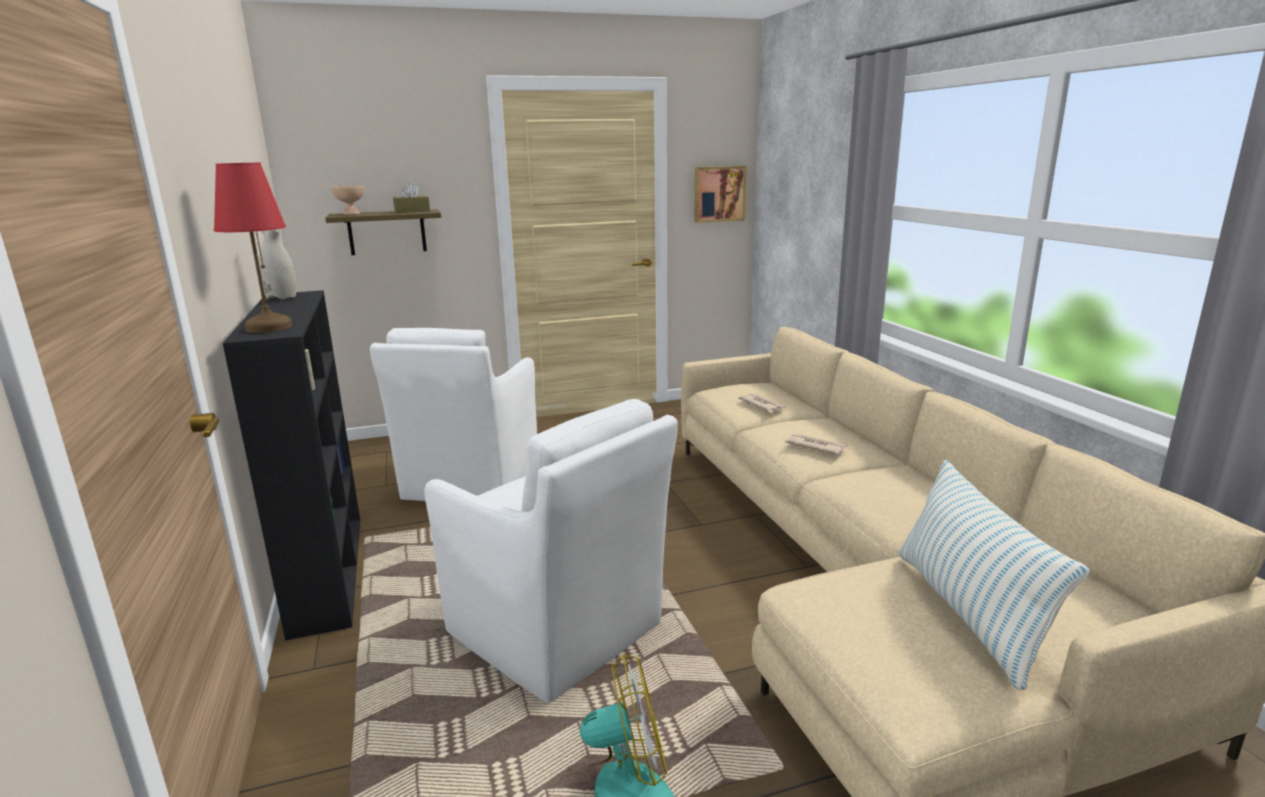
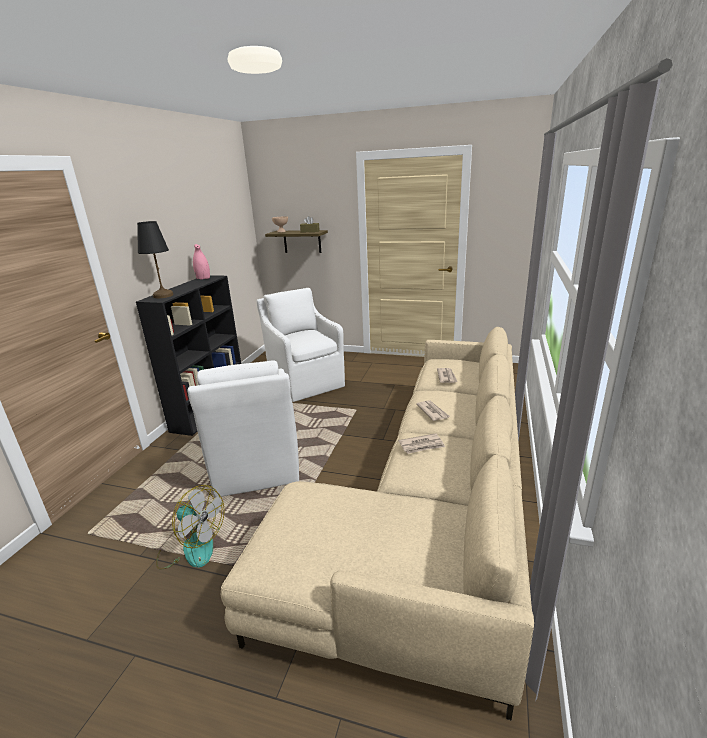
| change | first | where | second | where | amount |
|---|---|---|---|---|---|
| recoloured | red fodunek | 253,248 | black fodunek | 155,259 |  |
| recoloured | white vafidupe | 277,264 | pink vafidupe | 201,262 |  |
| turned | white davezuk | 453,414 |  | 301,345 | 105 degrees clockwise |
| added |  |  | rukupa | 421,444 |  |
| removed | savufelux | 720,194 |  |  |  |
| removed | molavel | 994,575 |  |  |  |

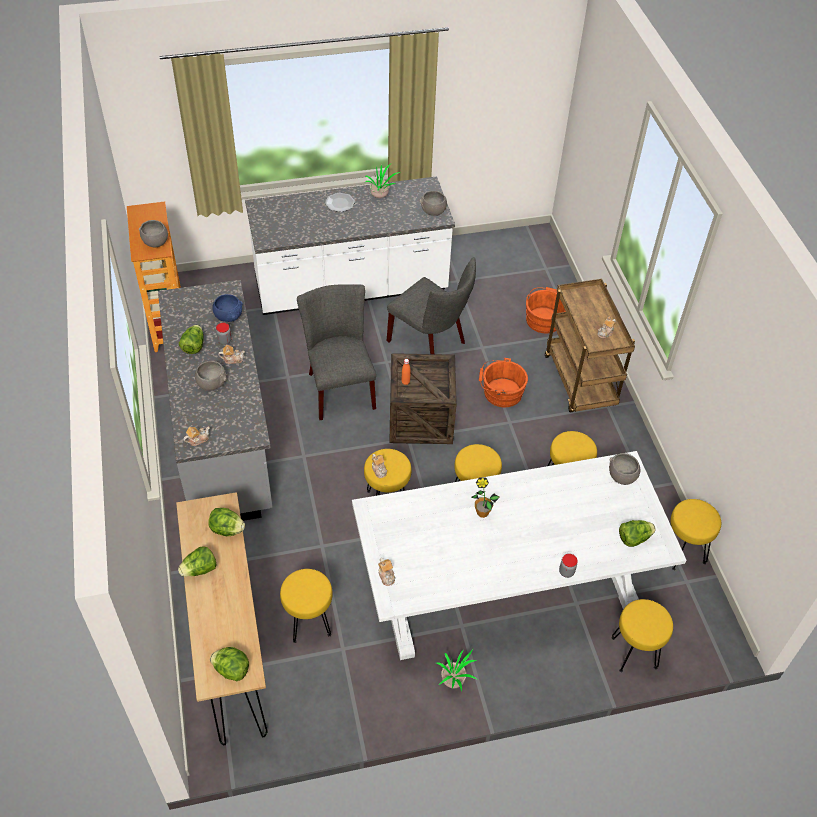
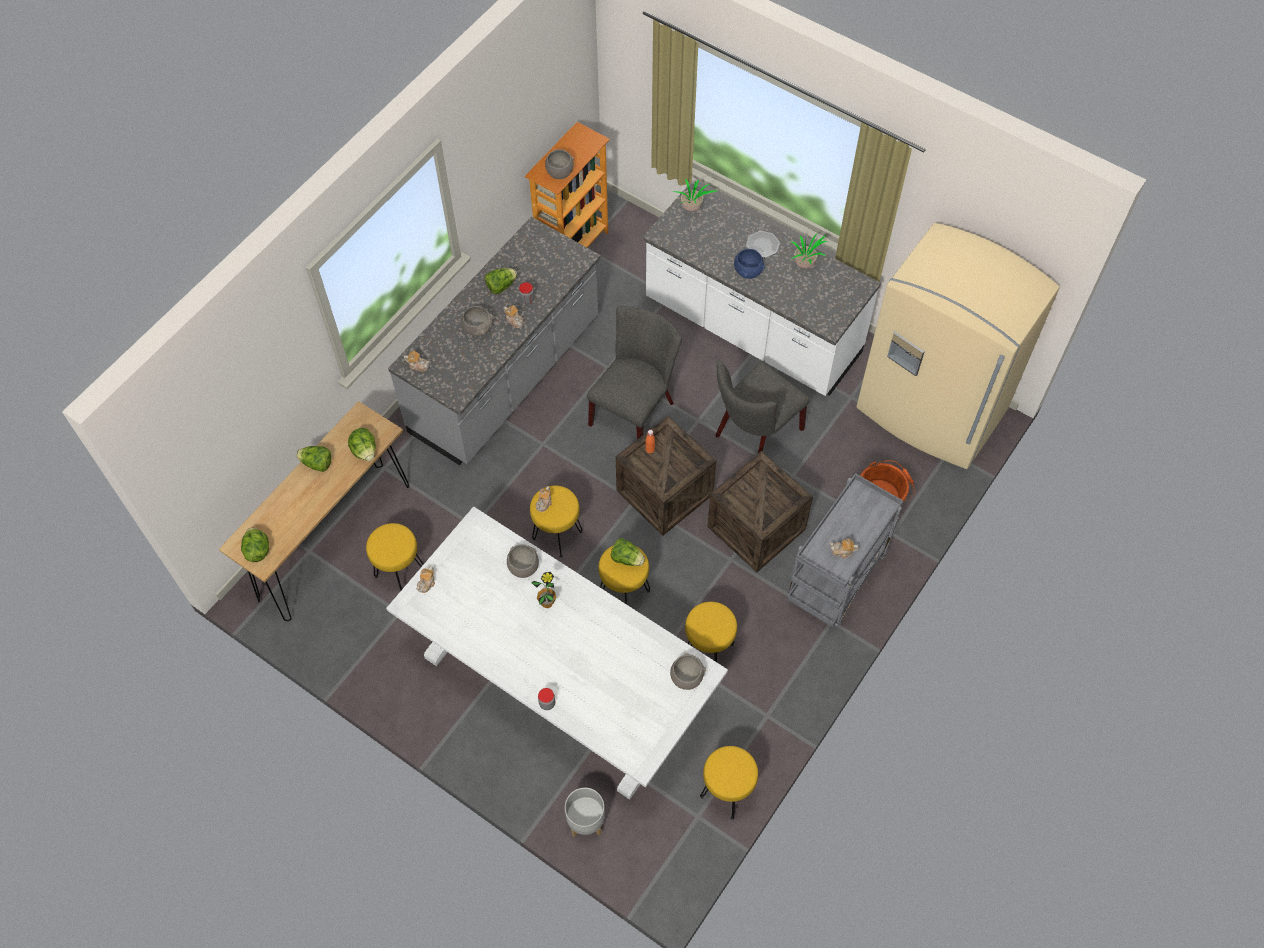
| change | first | where | second | where | amount |
|---|---|---|---|---|---|
| moved | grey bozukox | 433,203 |  | 523,561 |  |
| replaced | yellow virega | 642,635 | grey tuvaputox | 585,812 |  |
| moved | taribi | 637,533 |  | 628,552 |  |
| moved | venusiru | 457,670 |  | 695,195 |  |
| replaced | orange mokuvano | 503,382 | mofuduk | 760,511 |  |
| turned | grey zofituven | 431,305 |  | 763,406 | 45 degrees clockwise |
| moved | blue bozukox | 227,308 |  | 749,264 |  |
| recoloured | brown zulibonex | 590,345 | grey zulibonex | 845,550 |  |
| added |  |  | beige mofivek | 958,346 |  |

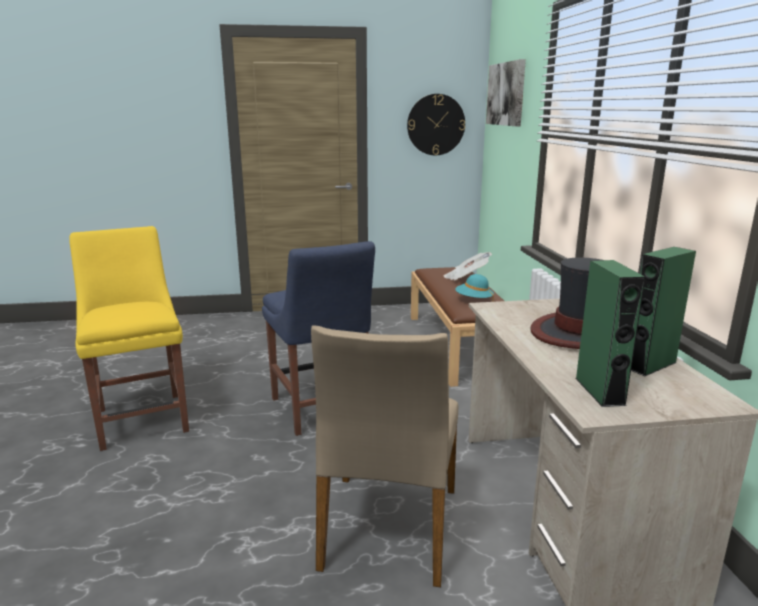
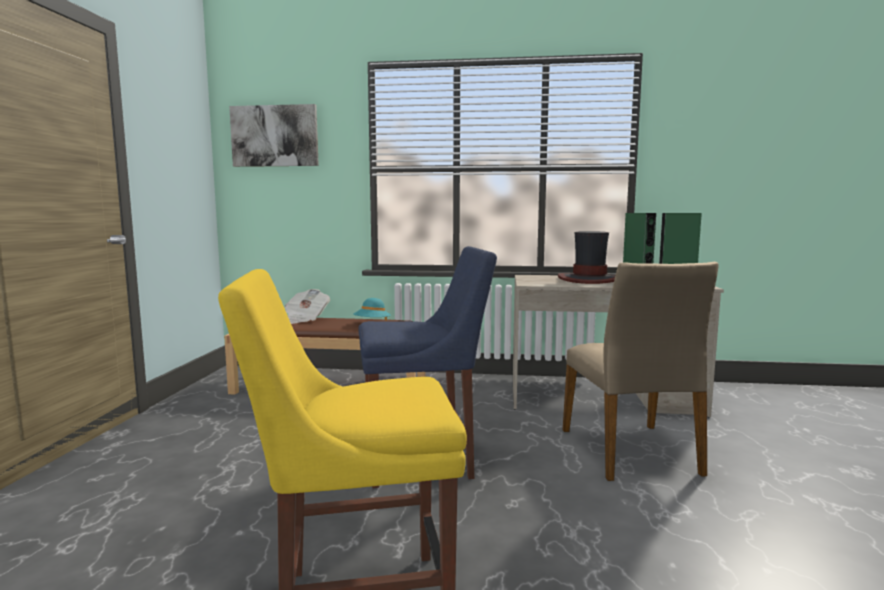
| change | first | where | second | where | amount |
|---|---|---|---|---|---|
| turned | beige zofituven | 384,456 |  | 641,371 | 60 degrees clockwise |
| removed | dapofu | 436,124 |  |  |  |

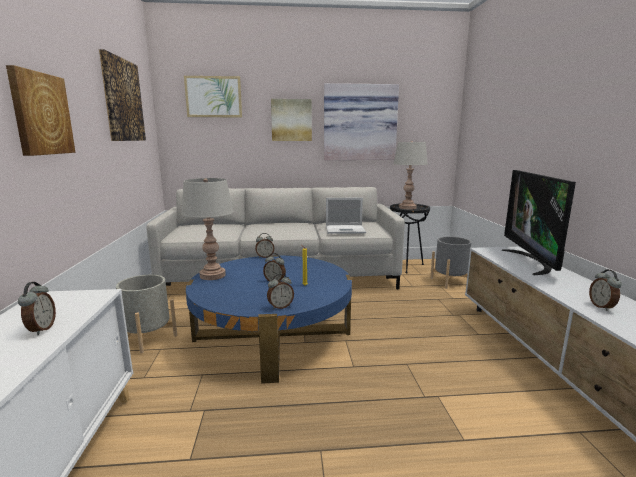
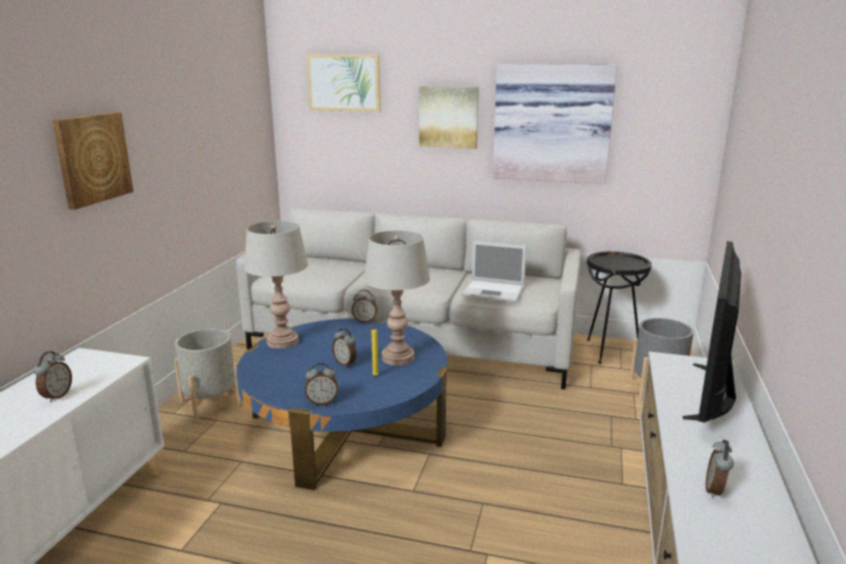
| change | first | where | second | where | amount |
|---|---|---|---|---|---|
| moved | grey fodunek | 410,175 |  | 396,298 |  |
| removed | savufelux | 122,95 |  |  |  |

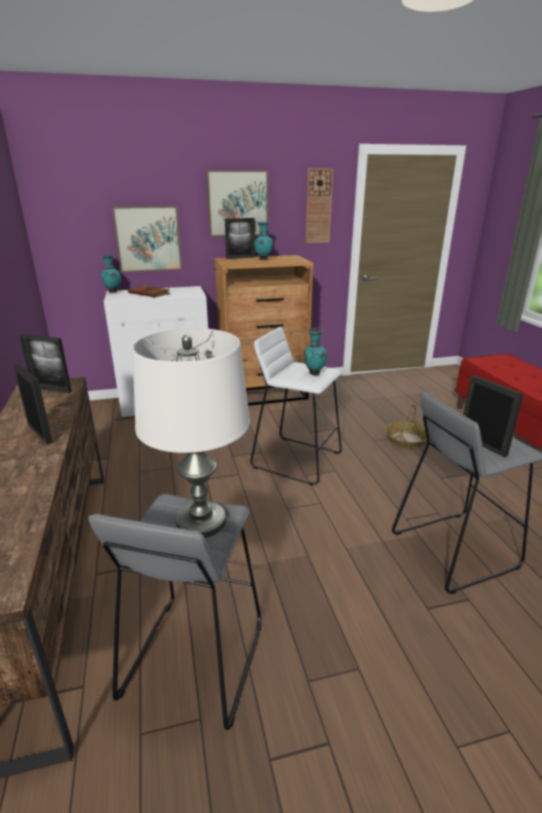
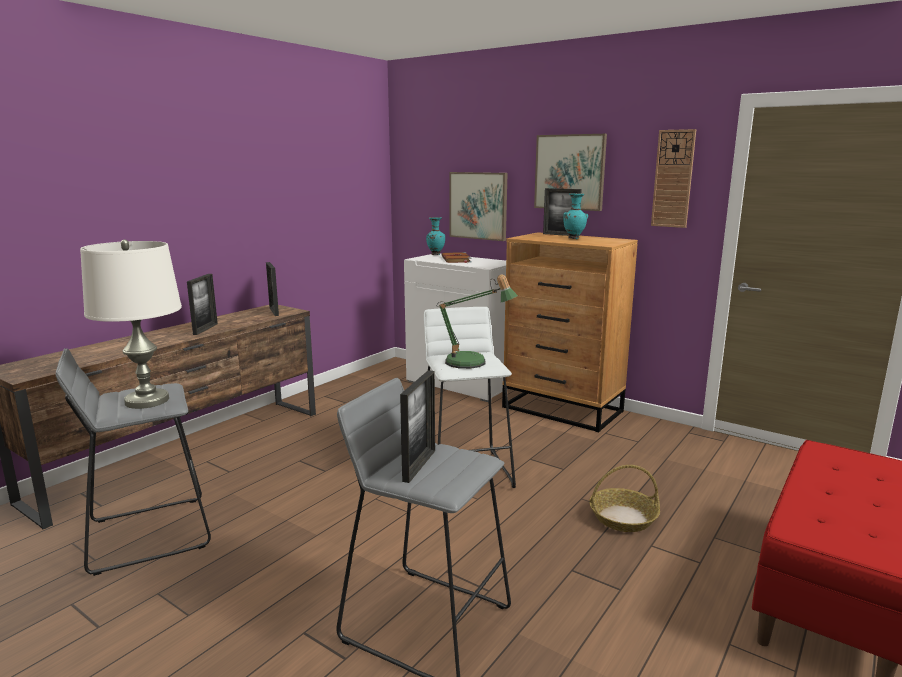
| change | first | where | second | where | amount |
|---|---|---|---|---|---|
| replaced | turquoise vafidupe | 315,351 | fodunek | 478,321 |  |

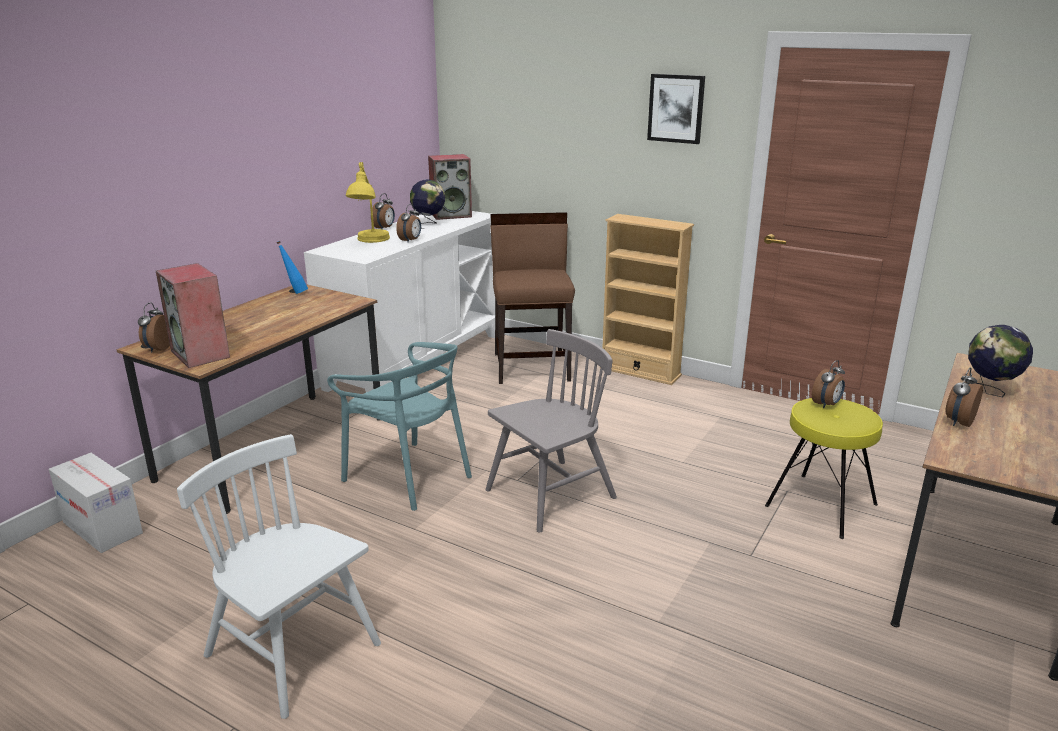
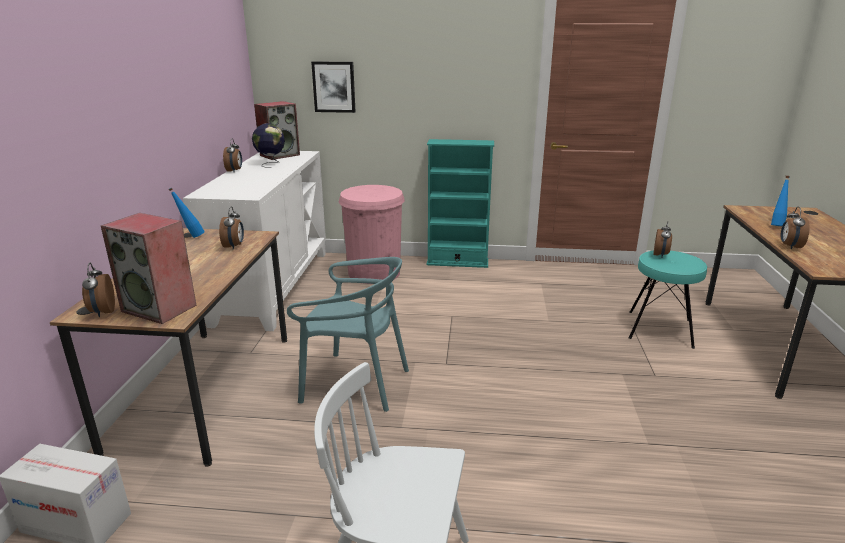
| change | first | where | second | where | amount |
|---|---|---|---|---|---|
| moved | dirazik | 408,223 |  | 231,228 |  |
| moved | savufelux | 676,109 |  | 333,87 |  |
| replaced | brown zofituven | 532,298 | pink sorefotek | 371,234 |  |
| recoloured | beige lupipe | 647,299 | turquoise lupipe | 460,203 |  |
| recoloured | yellow virega | 824,468 | turquoise virega | 668,300 |  |
| replaced | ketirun | 1000,361 | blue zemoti | 780,201 |  |
| removed | yellow fodunek | 367,202 |  |  |  |
| removed | grey zofituven | 551,431 |  |  |  |

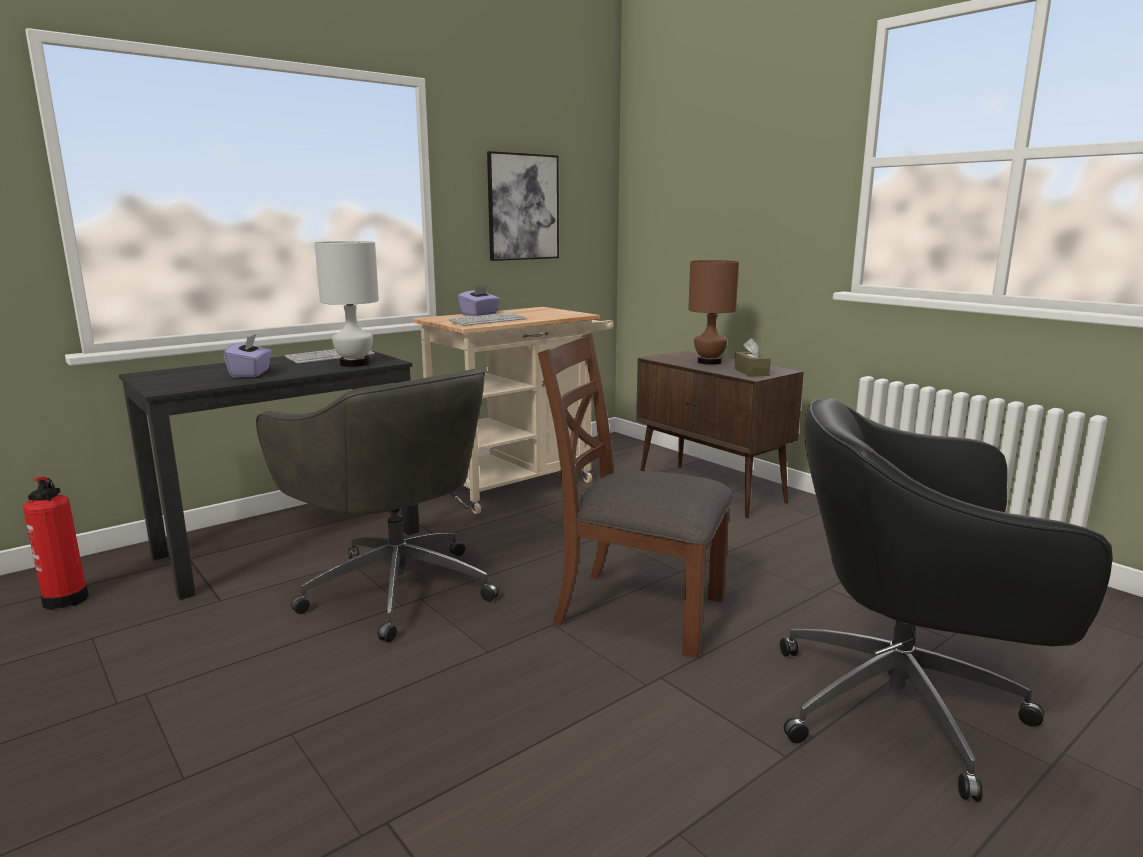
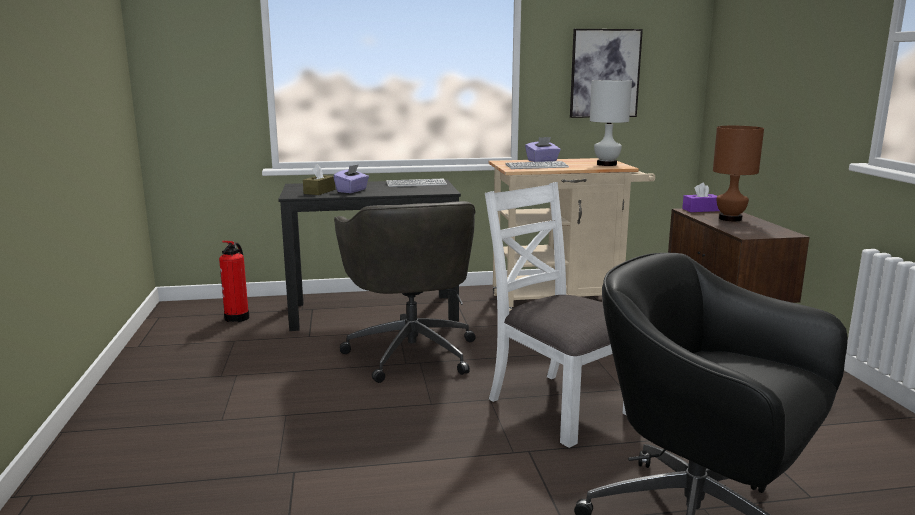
| change | first | where | second | where | amount |
|---|---|---|---|---|---|
| moved | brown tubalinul | 752,357 |  | 319,179 |  |
| recoloured | brown zofituven | 636,495 | white zofituven | 555,315 |  |
| moved | white fodunek | 347,304 |  | 611,123 |  |
| added |  |  | purple tubalinul | 701,197 |  |

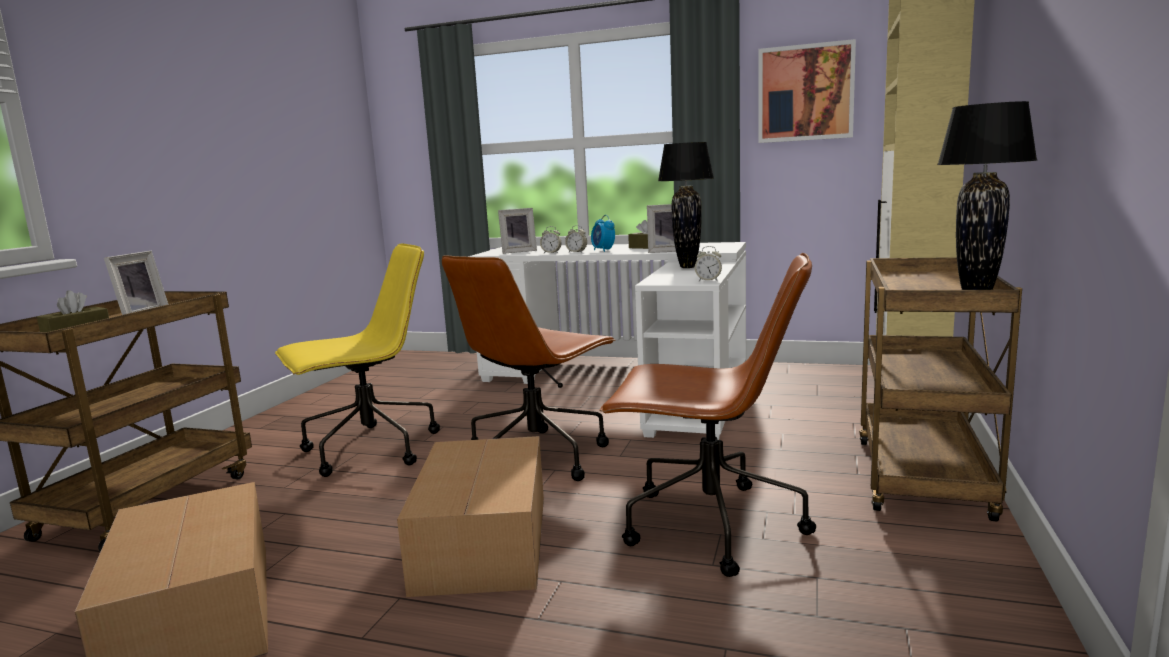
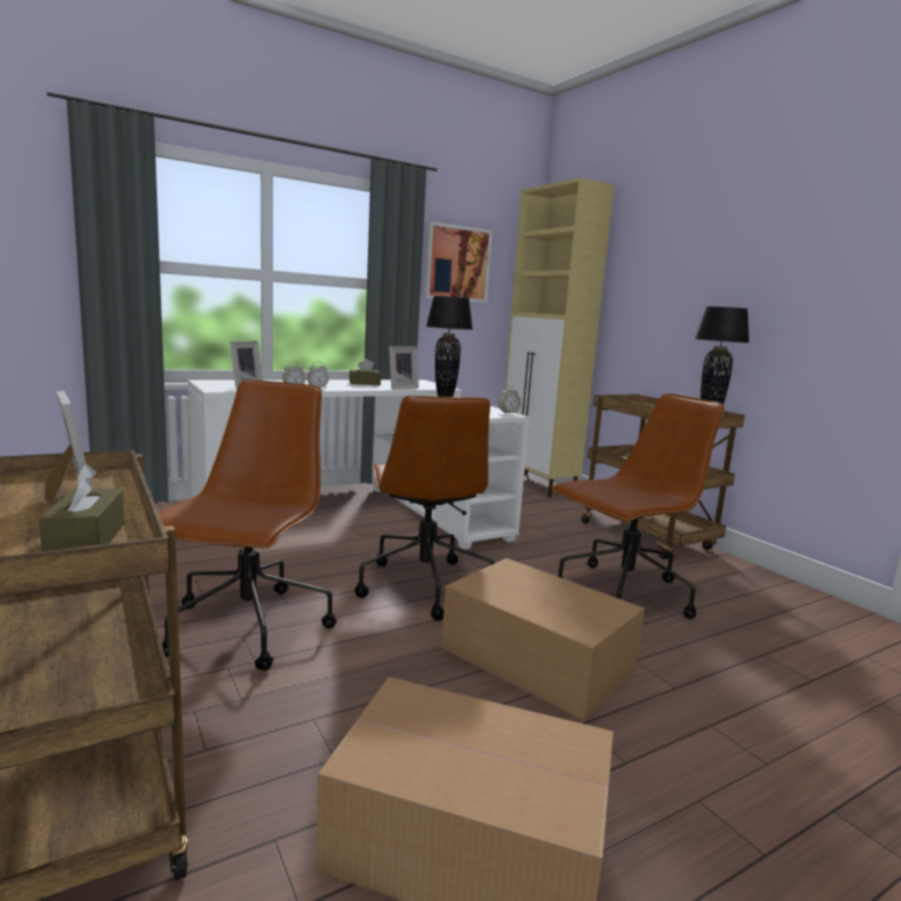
| change | first | where | second | where | amount |
|---|---|---|---|---|---|
| recoloured | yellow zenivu | 357,360 | brown zenivu | 248,525 |  |
| removed | dirazik | 603,233 |  |  |  |

